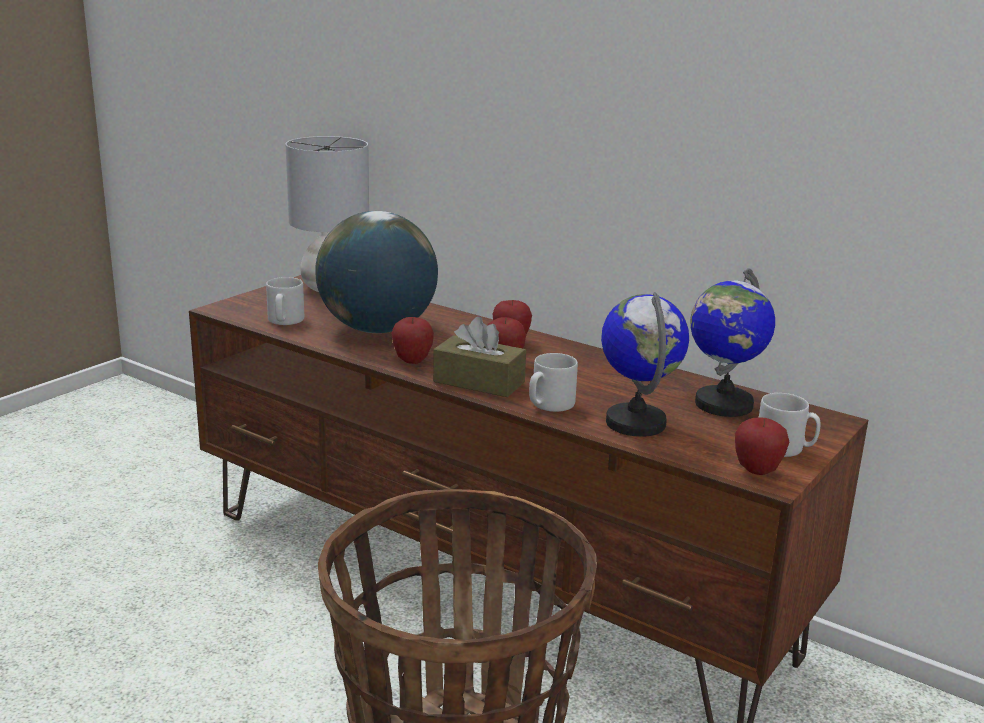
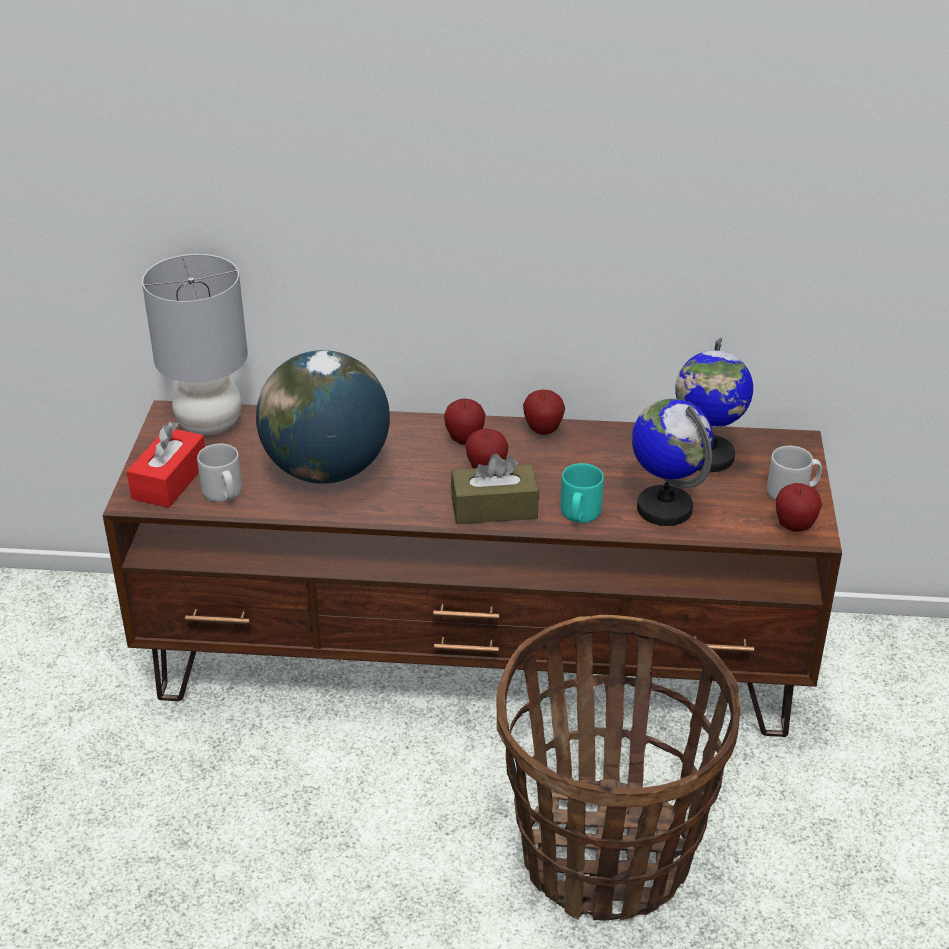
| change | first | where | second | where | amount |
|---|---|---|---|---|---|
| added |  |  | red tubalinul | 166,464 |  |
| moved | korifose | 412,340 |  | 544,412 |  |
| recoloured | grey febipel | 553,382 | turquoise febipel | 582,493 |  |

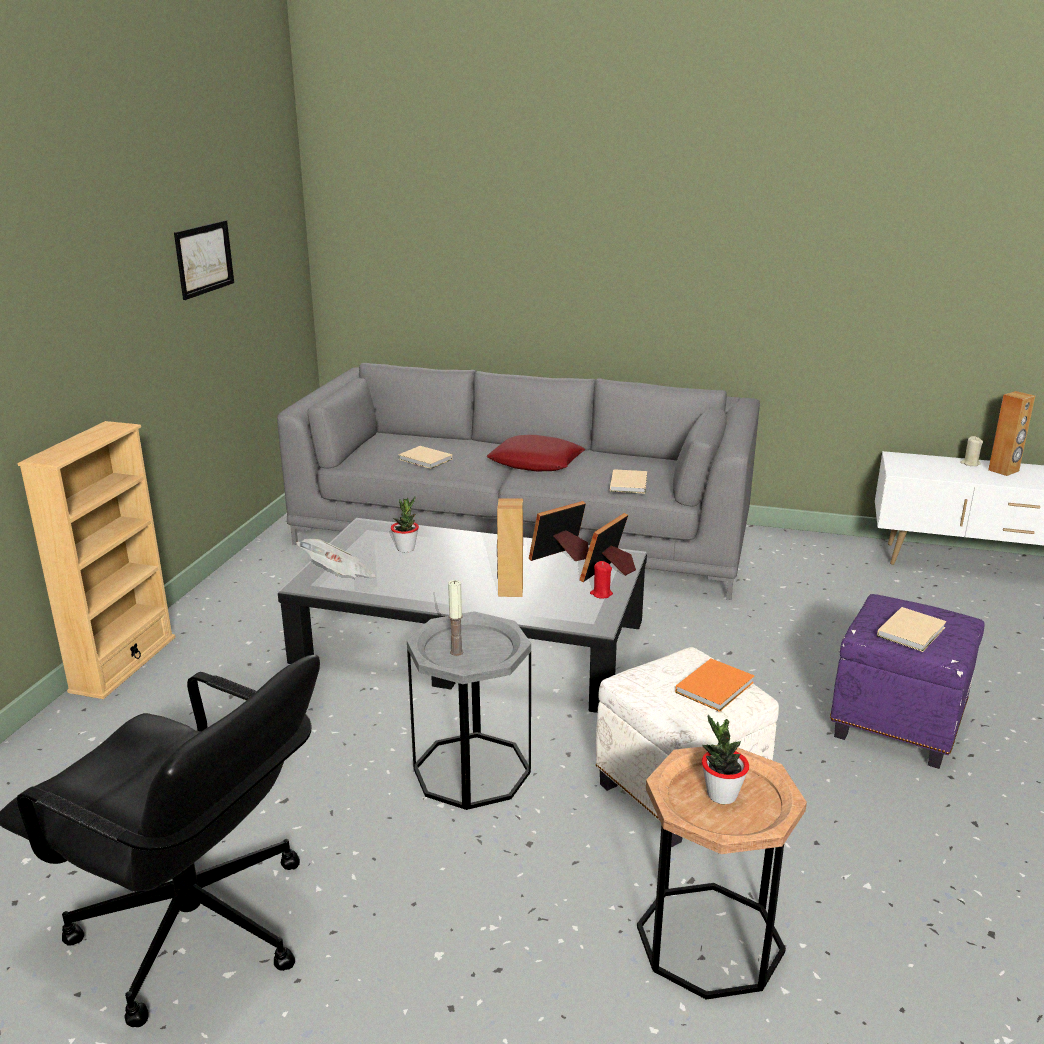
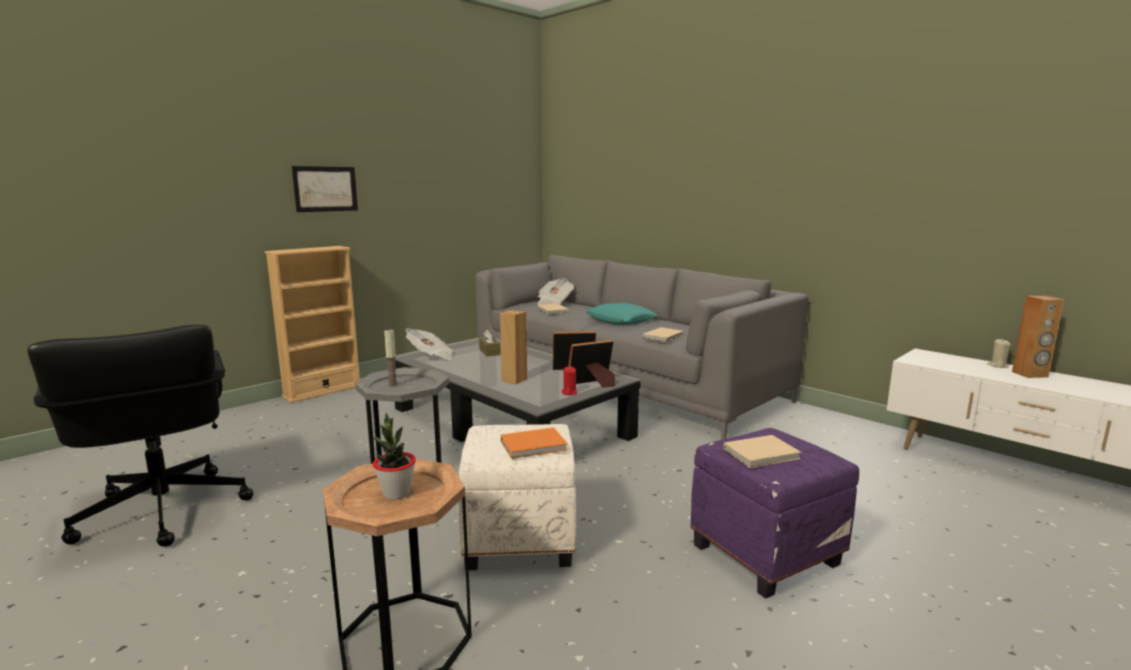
| change | first | where | second | where | amount |
|---|---|---|---|---|---|
| moved | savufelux | 204,260 |  | 325,189 |  |
| replaced | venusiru | 405,524 | brown tubalinul | 489,343 |  |
| added |  |  | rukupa | 555,291 |  |
| recoloured | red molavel | 536,453 | turquoise molavel | 622,314 |  |

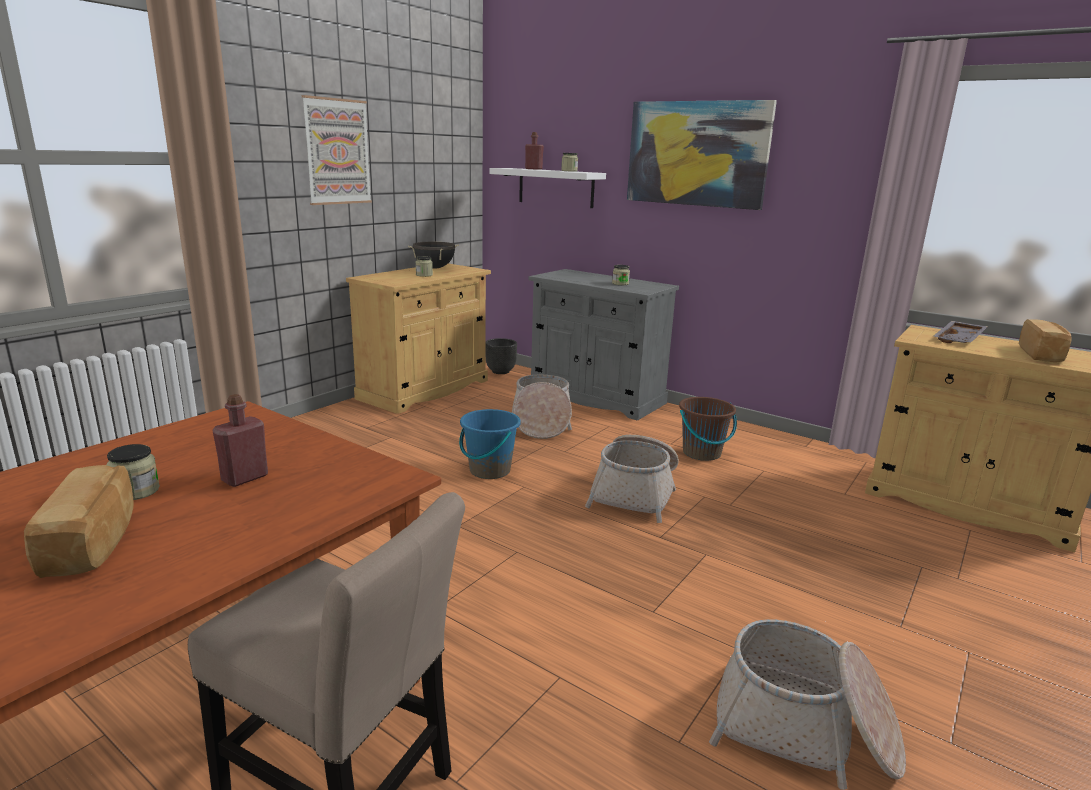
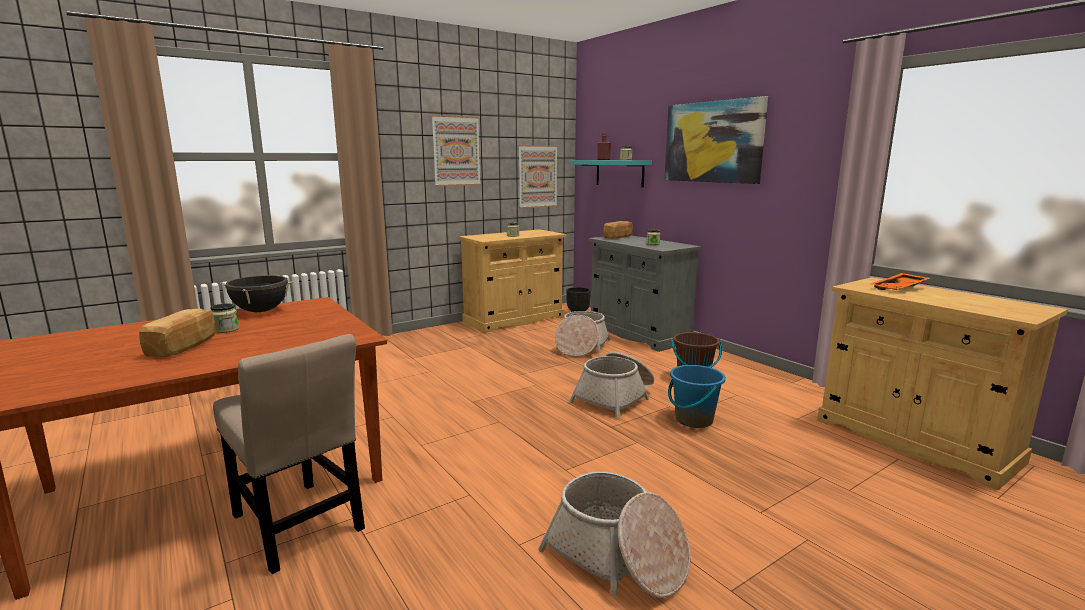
| change | first | where | second | where | amount |
|---|---|---|---|---|---|
| moved | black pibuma | 433,255 |  | 257,293 |  |
| added |  |  | savufelux | 538,177 |  |
| recoloured | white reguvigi | 547,188 | turquoise reguvigi | 612,174 |  |
| moved | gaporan | 1045,340 |  | 618,230 |  |
| moved | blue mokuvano | 490,444 |  | 697,396 |  |
| recoloured | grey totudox | 960,332 | orange totudox | 900,281 |  |
| removed | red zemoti | 240,440 |  |  |  |

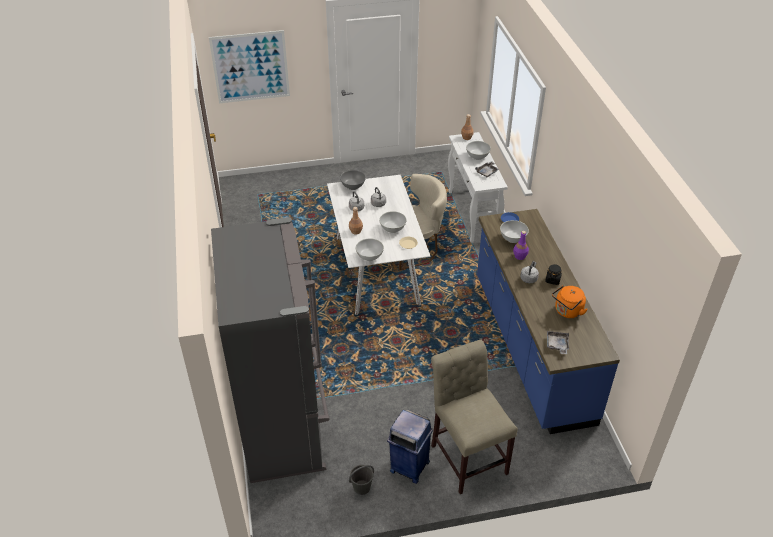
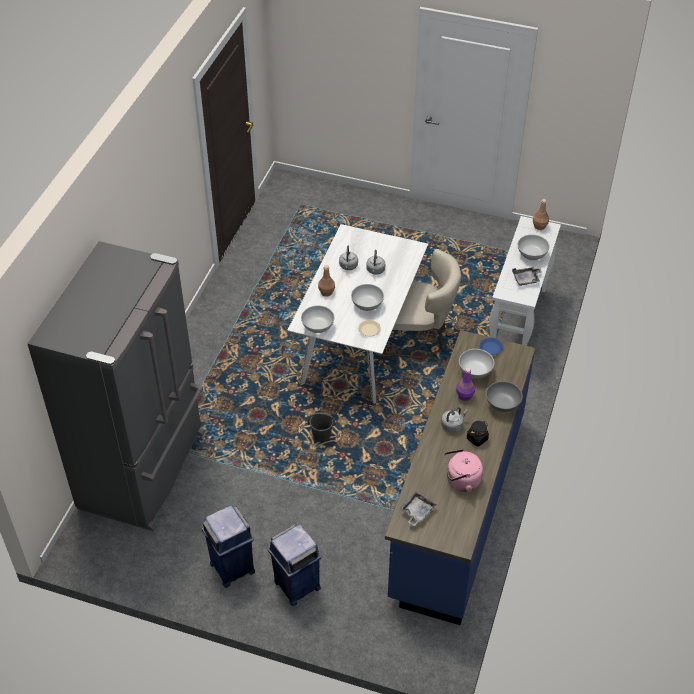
| change | first | where | second | where | amount |
|---|---|---|---|---|---|
| replaced | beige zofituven | 474,417 | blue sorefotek | 295,565 |  |
| moved | grey mokuvano | 361,480 |  | 321,427 |  |
| recoloured | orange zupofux | 570,301 | pink zupofux | 463,470 |  |
| moved | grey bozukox | 353,180 |  | 504,396 |  |
| removed | savufelux | 249,66 |  |  |  |

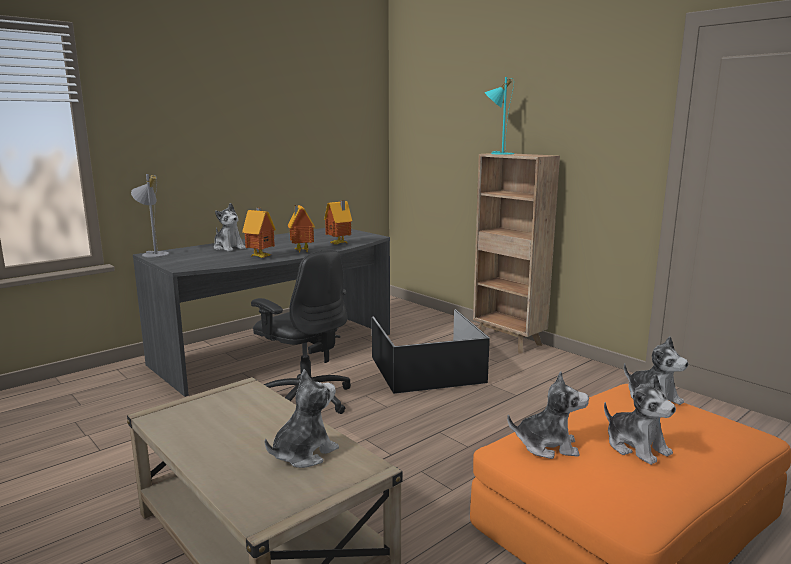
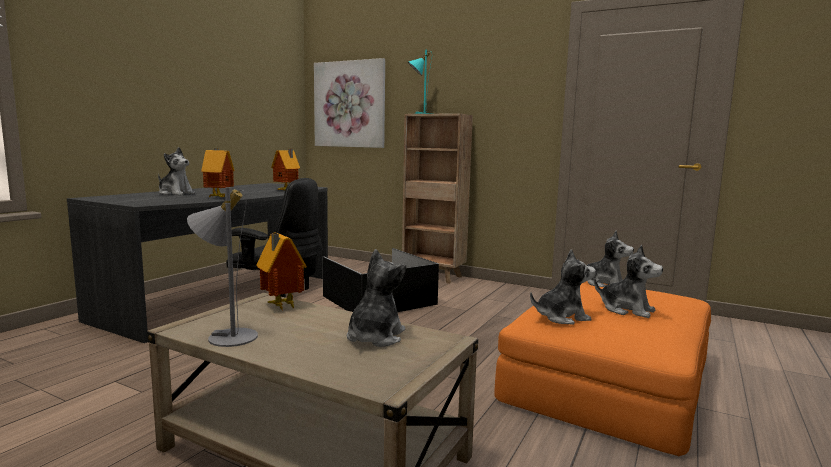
| change | first | where | second | where | amount |
|---|---|---|---|---|---|
| moved | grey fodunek | 150,216 |  | 222,267 |  |
| moved | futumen | 301,229 |  | 281,272 |  |
| added |  |  | savufelux | 349,103 |  |

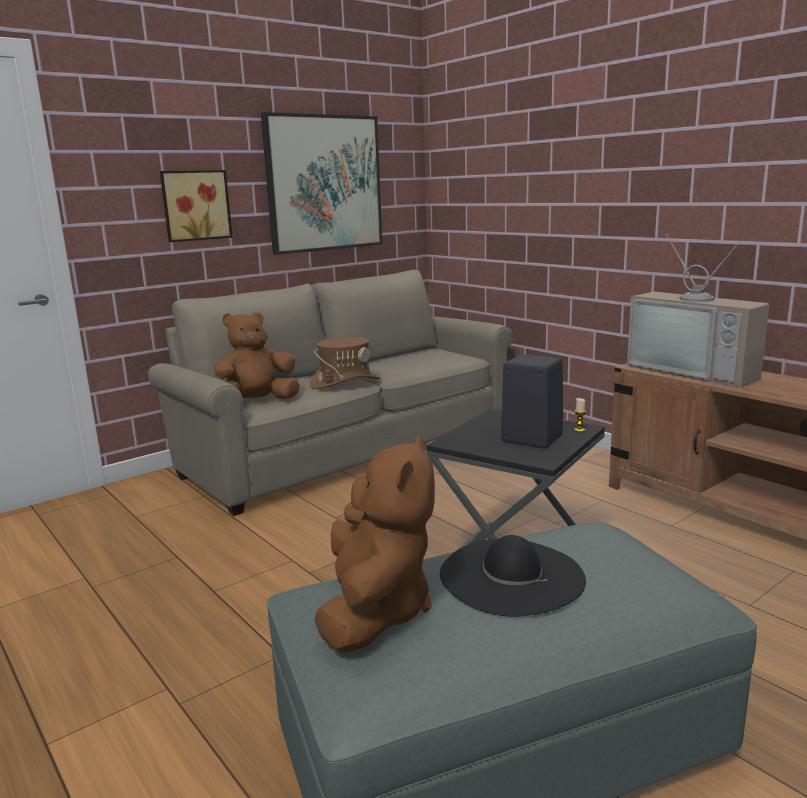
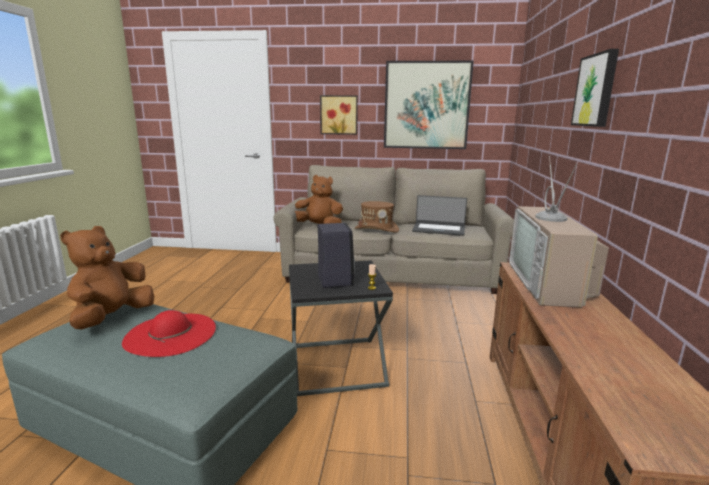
| change | first | where | second | where | amount |
|---|---|---|---|---|---|
| turned | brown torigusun | 374,544 |  | 107,277 | 150 degrees clockwise |
| recoloured | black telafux | 513,576 | red telafux | 169,333 |  |
| added |  |  | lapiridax | 439,215 |  |
| added |  |  | savufelux | 595,88 |  |

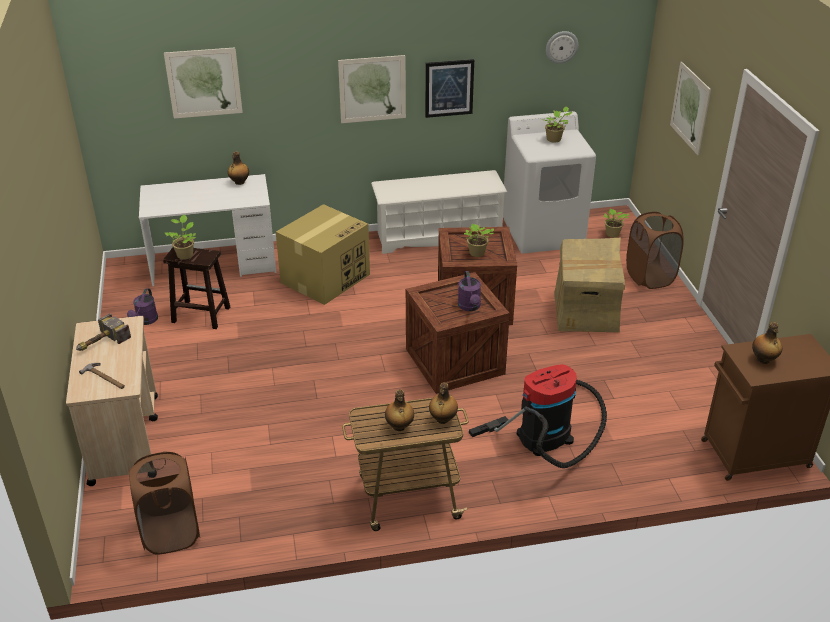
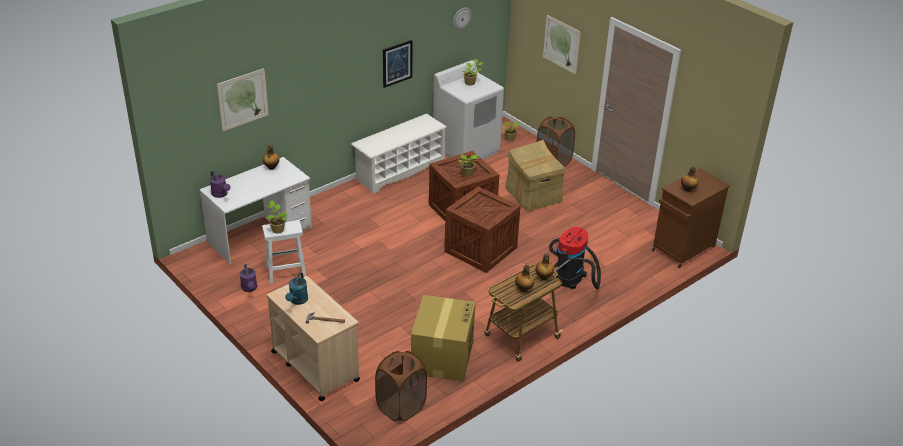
| change | first | where | second | where | amount |
|---|---|---|---|---|---|
| moved | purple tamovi | 469,291 |  | 220,184 |  |
| recoloured | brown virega | 196,288 | white virega | 284,252 |  |
| replaced | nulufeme | 103,332 | turquoise tamovi | 296,288 |  |
| moved | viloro | 323,254 |  | 443,338 |  |
| removed | savufelux | 372,89 |  |  |  |

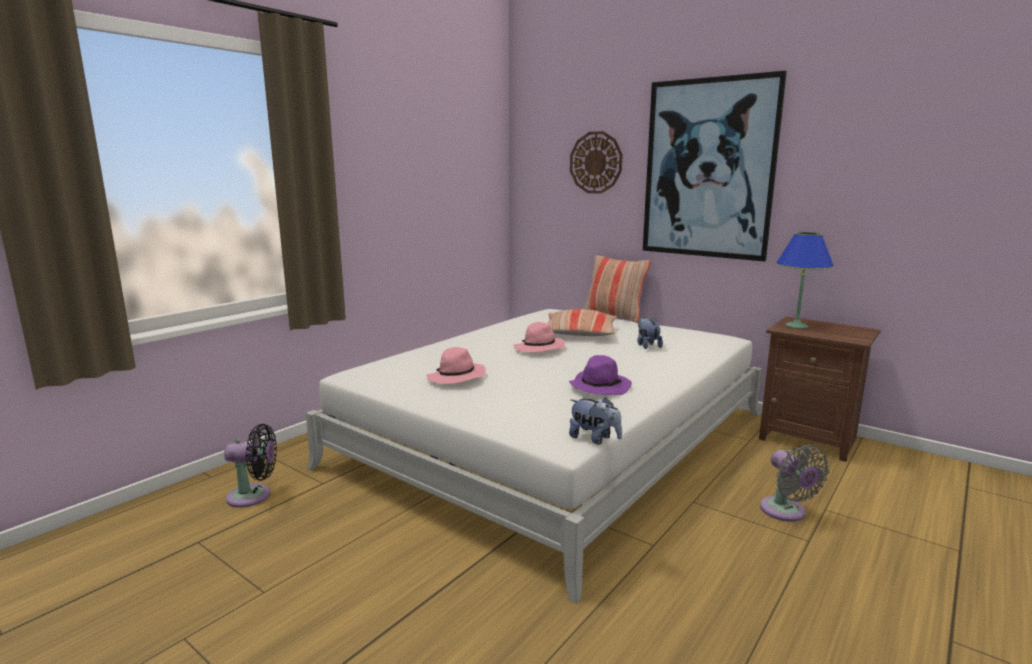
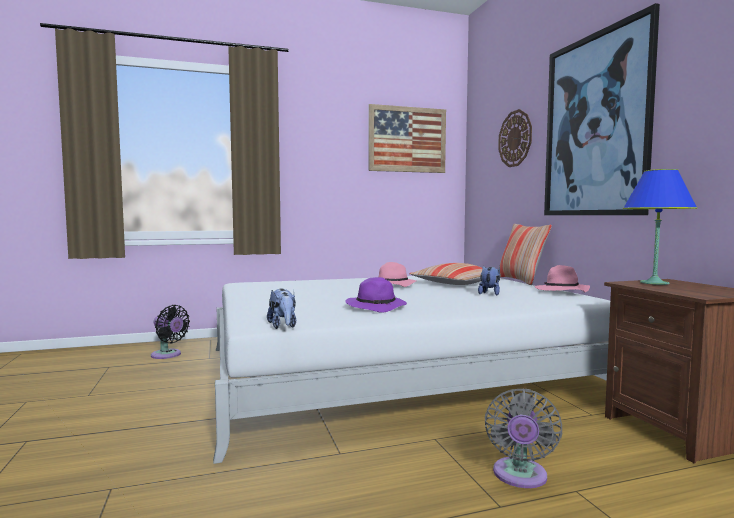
| change | first | where | second | where | amount |
|---|---|---|---|---|---|
| added |  |  | savufelux | 407,138 |  |
| moved | pink telafux | 456,365 |  | 562,278 |  |

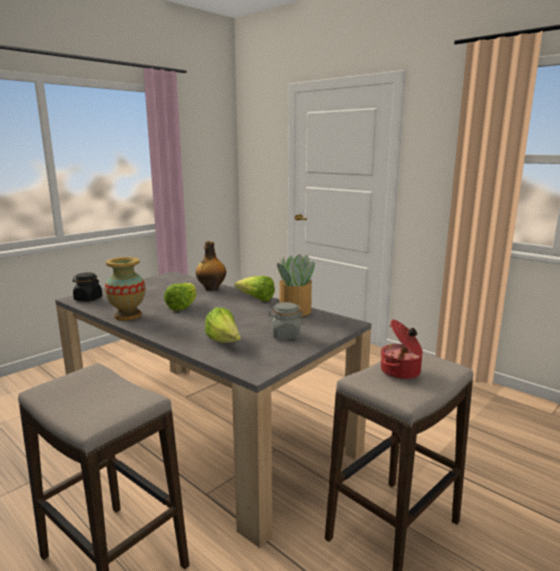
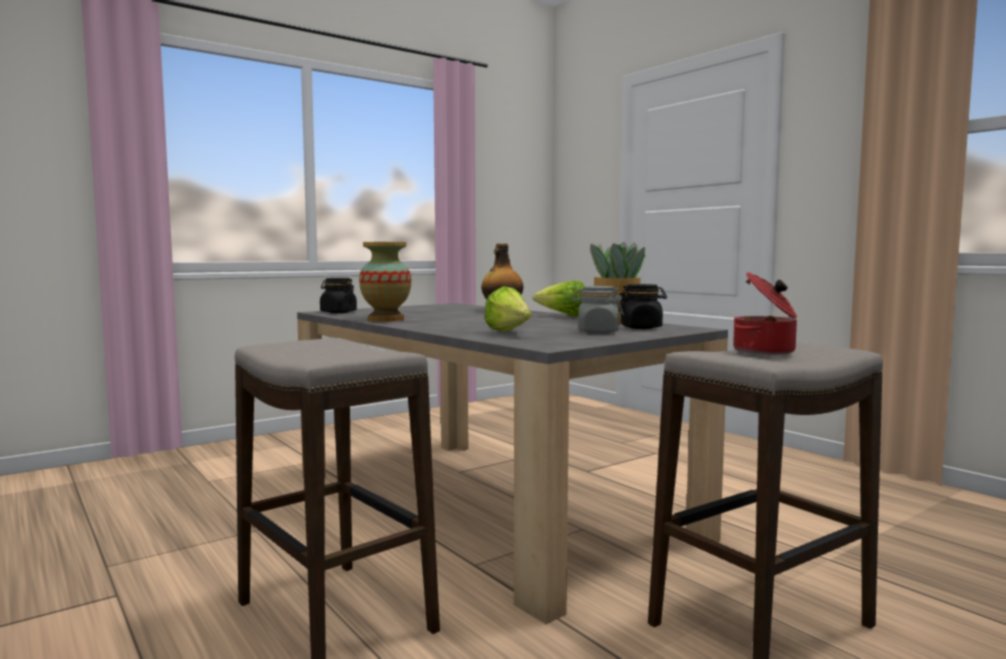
| change | first | where | second | where | amount |
|---|---|---|---|---|---|
| added |  |  | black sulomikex | 642,306 |  |
| removed | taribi | 180,297 |  |  |  |

